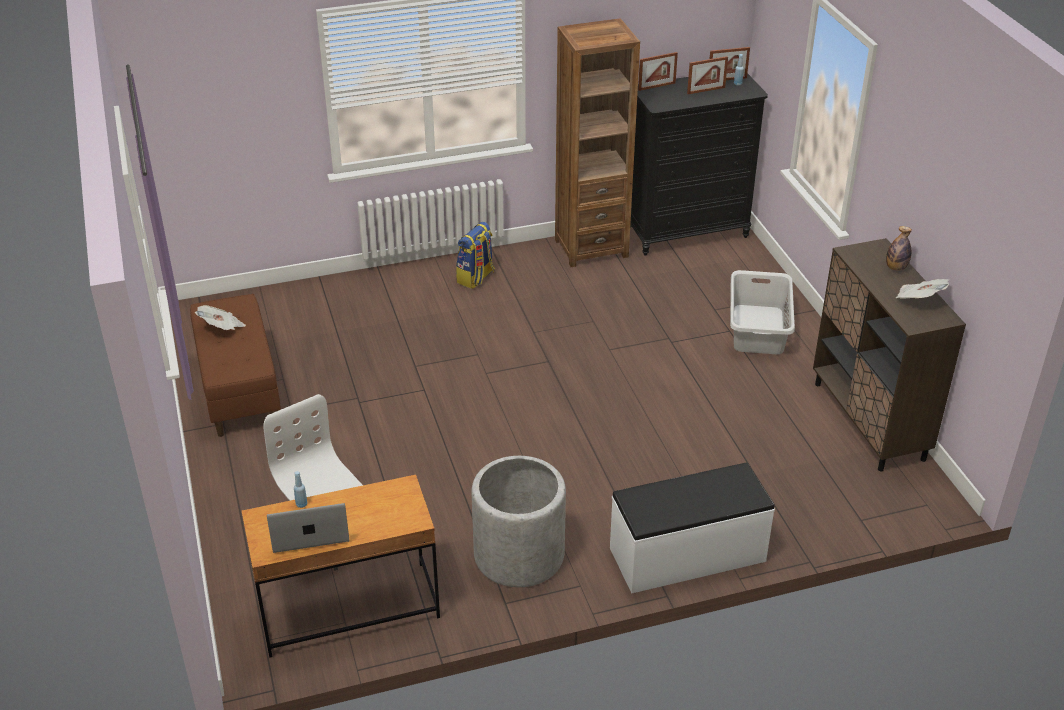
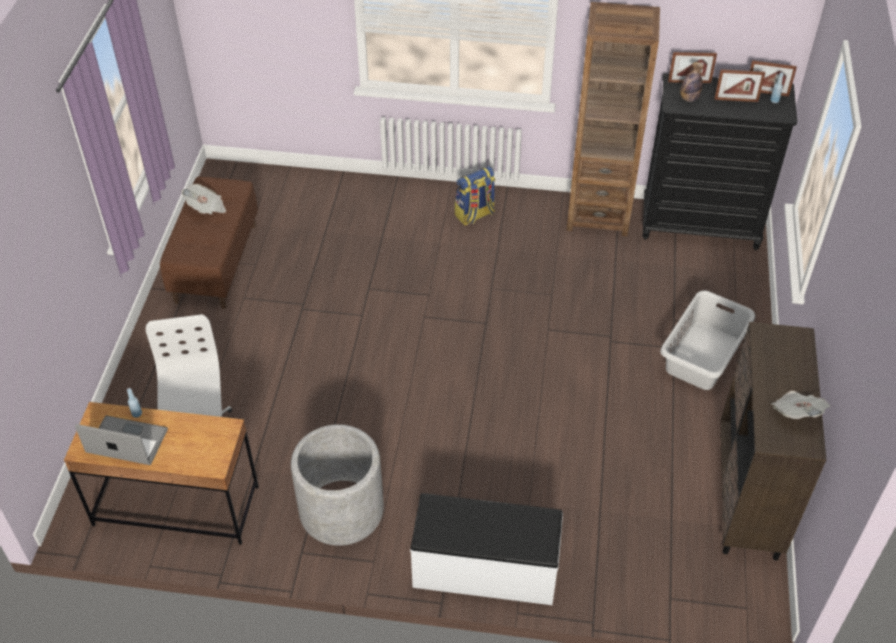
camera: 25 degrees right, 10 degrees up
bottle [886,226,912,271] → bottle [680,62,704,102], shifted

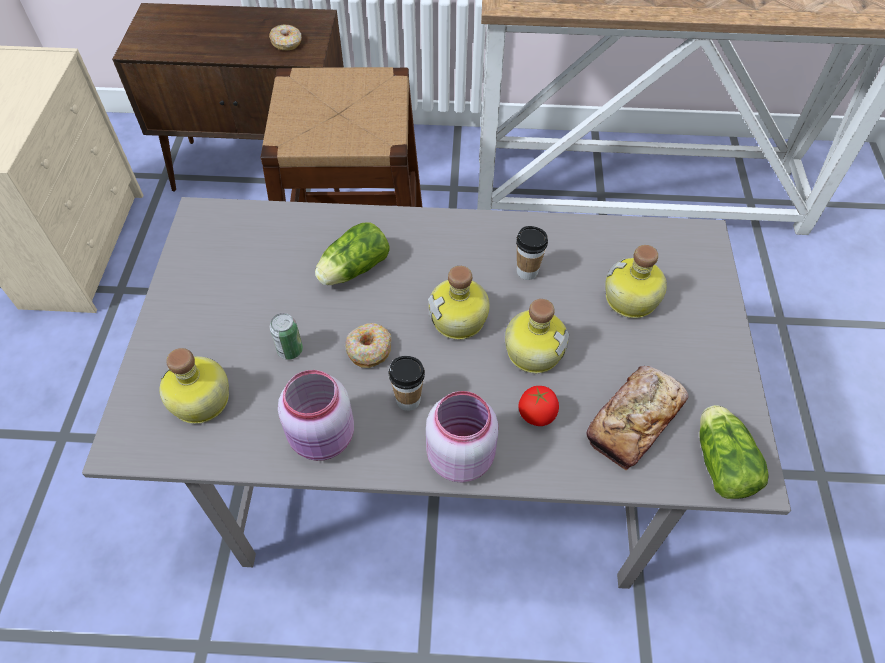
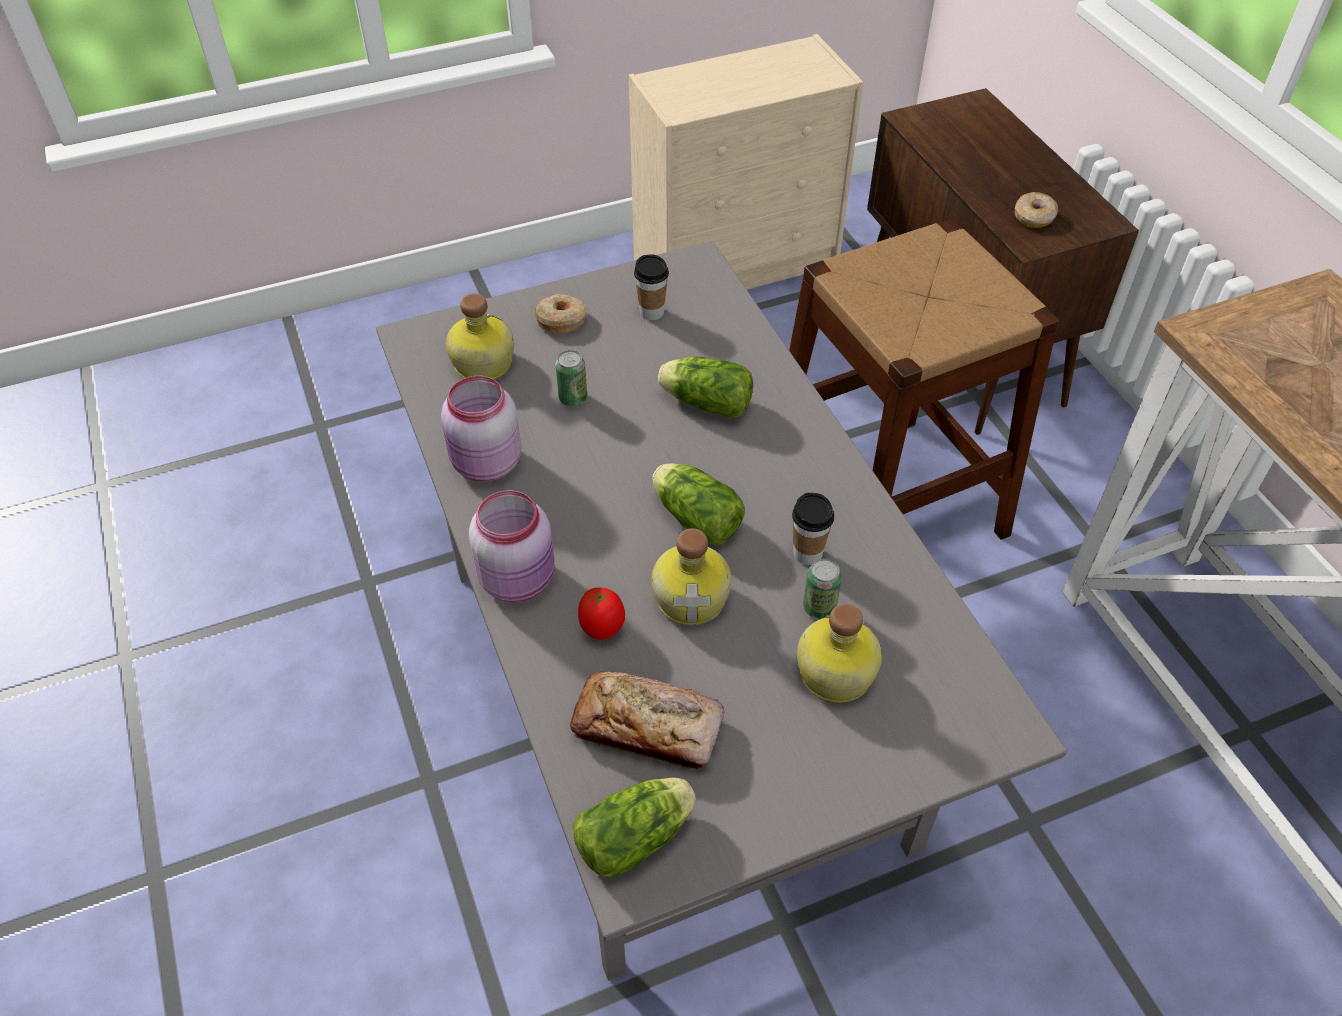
camera: 65 degrees right, 5 degrees down
donut [345,323,391,368] → donut [535,294,587,334], shifted
cup [389,356,425,411] → cup [634,254,669,320], shifted
bottle [428,266,490,340] → lettuce [652,463,745,545]
- → can [803,559,842,619]

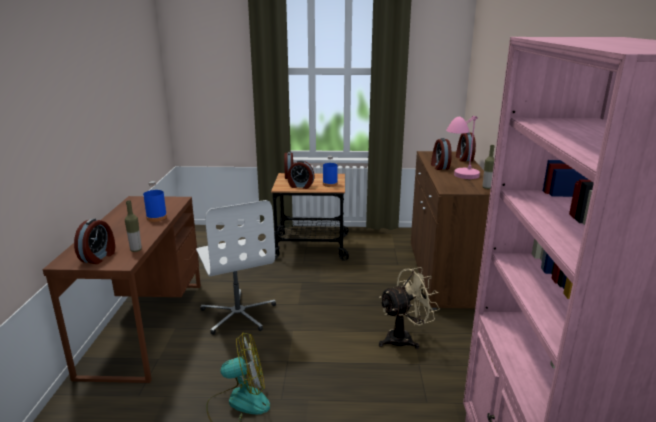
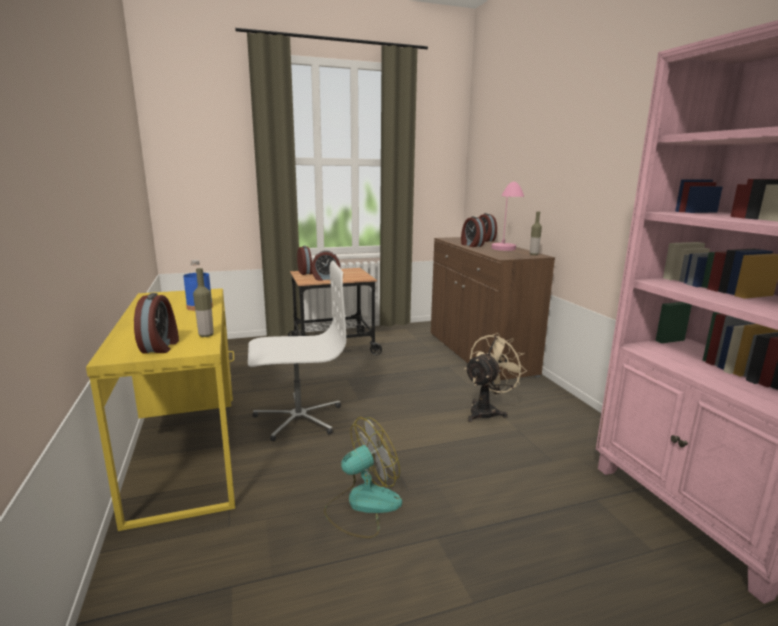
camera: 20 degrees left, 5 degrees down
brown desk [43,196,201,383] → yellow desk [86,288,235,531]
white office chair [196,200,276,335] → white office chair [248,261,346,442], 60 degrees counterclockwise
blue bottle [323,156,338,187] → -

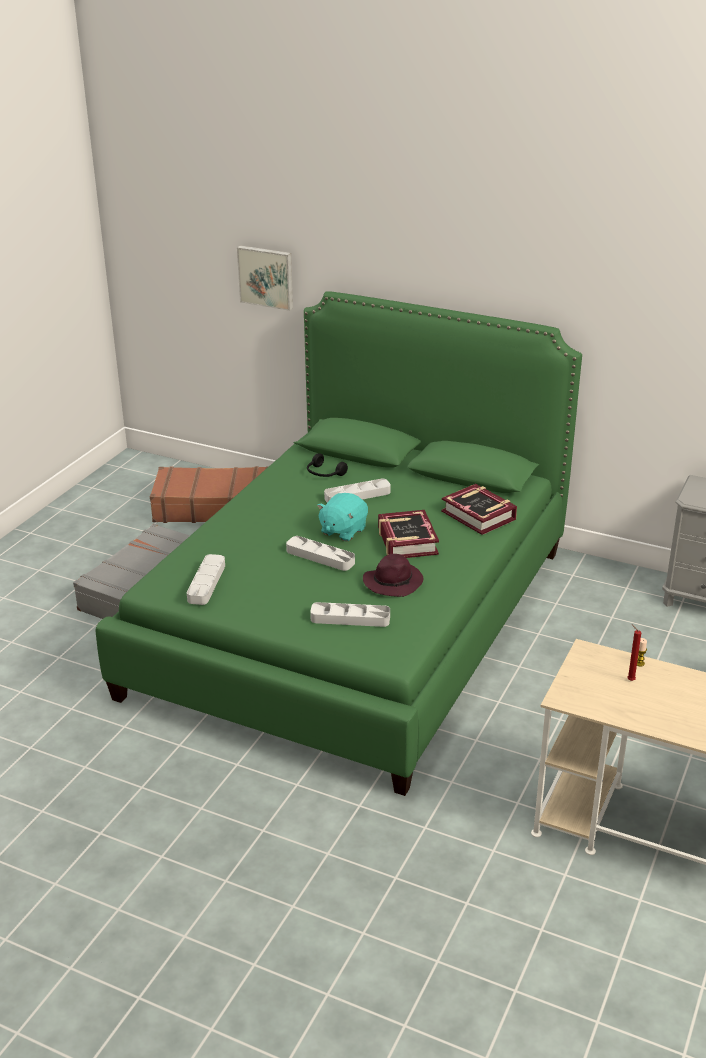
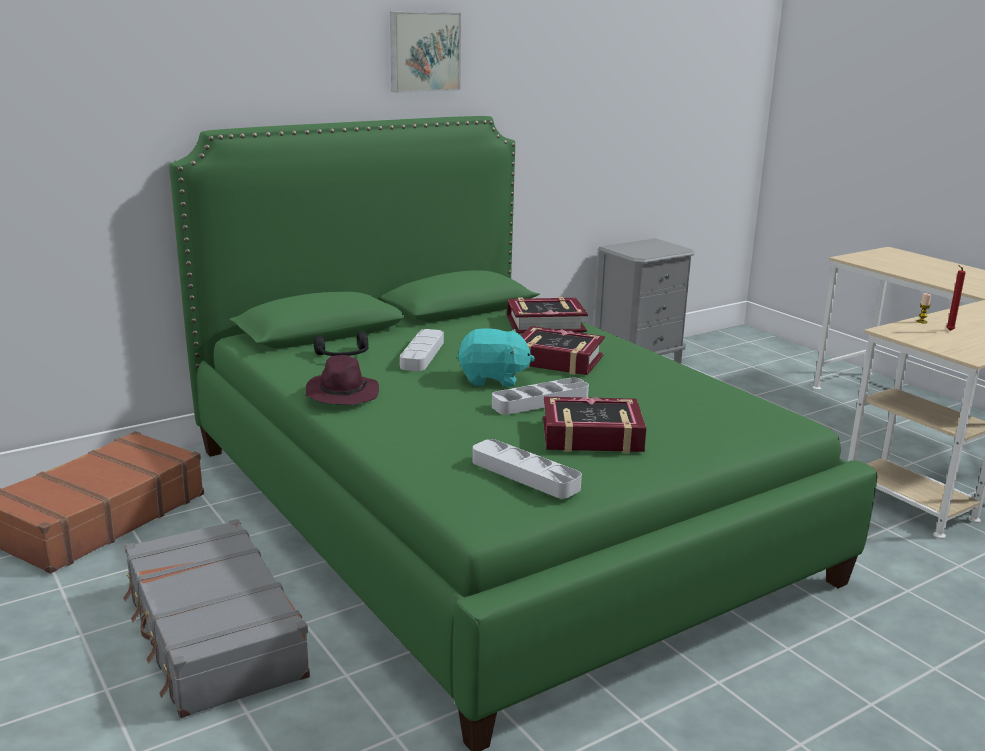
camera: 60 degrees left, 10 degrees down
picture [237,245,293,311] → picture [390,12,461,93], shifted
grey tray [310,602,390,627] → -
turquoise plush toy [317,493,368,541] → turquoise plush toy [457,328,535,387], 60 degrees counterclockwise
purple hat [363,554,423,597] → purple hat [306,355,379,405], shifted
- → book [543,397,647,453]

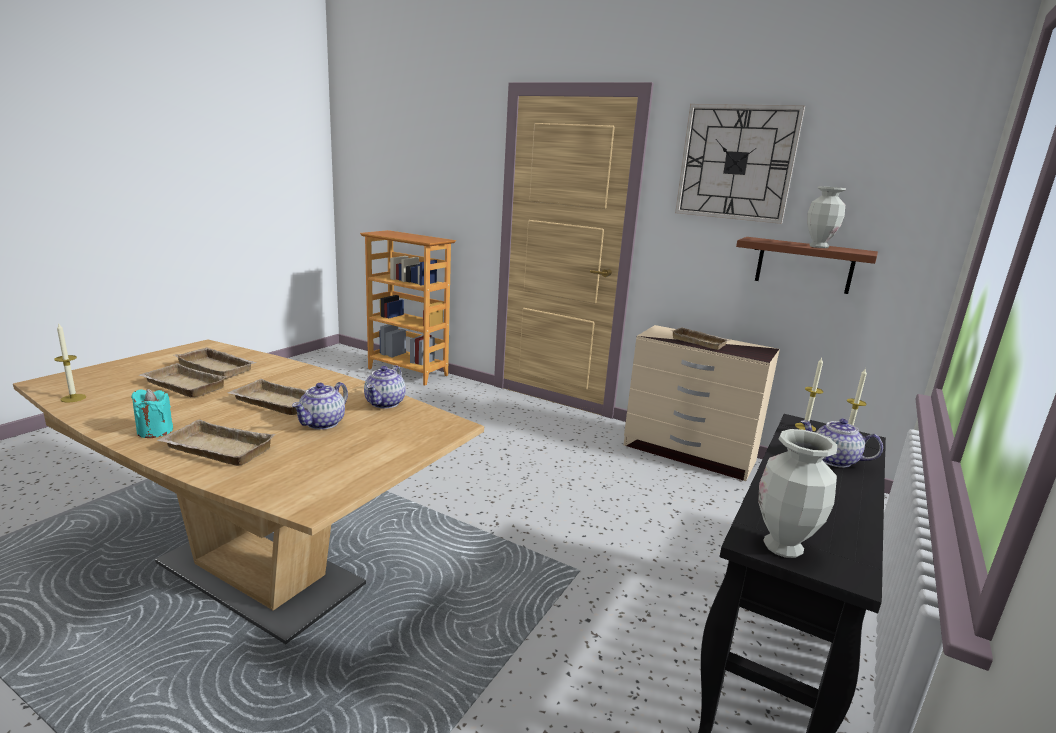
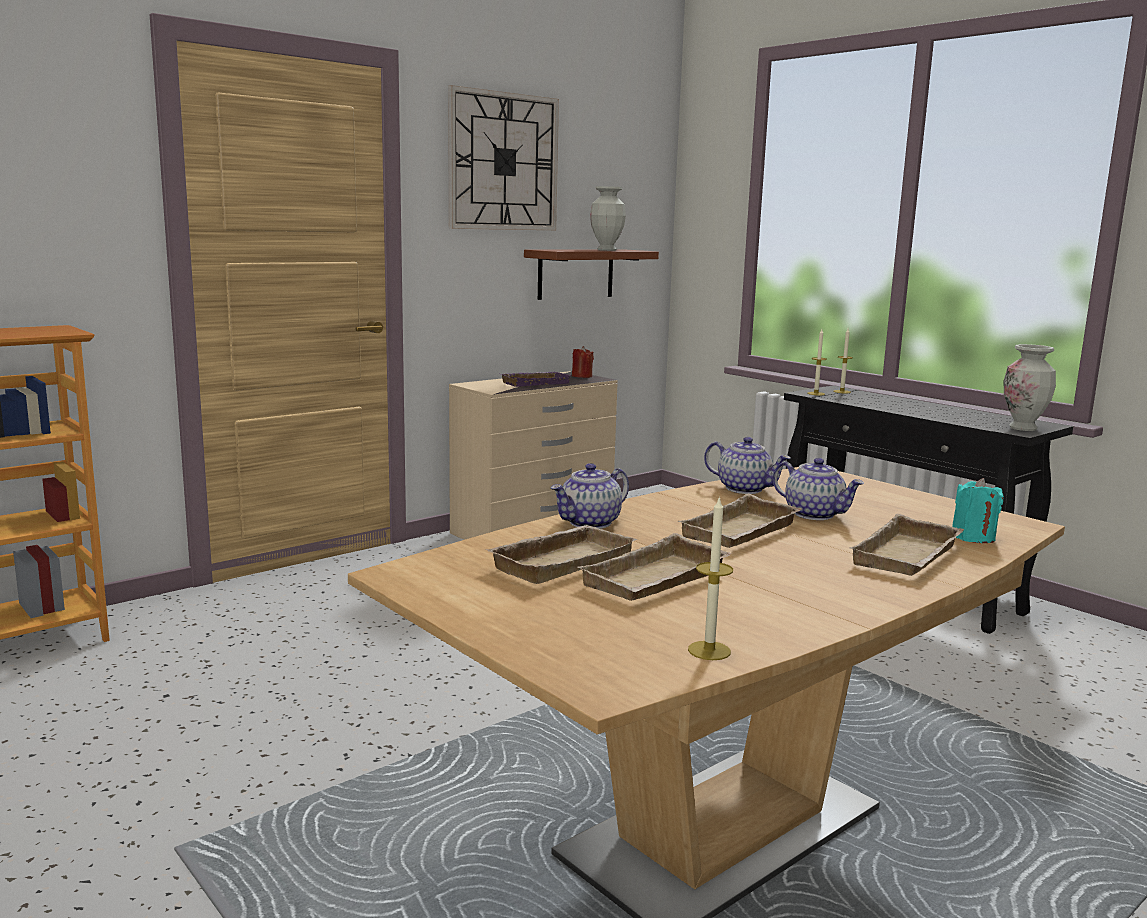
camera: 70 degrees left, 5 degrees down
turquoise candle [131,389,173,438] → turquoise candle [952,478,1004,543], shifted
beige tray [672,327,730,350] → purple tray [501,372,572,387]
teapot [800,419,883,468] → teapot [551,463,629,529], shifted
- → red candle [572,346,594,378]

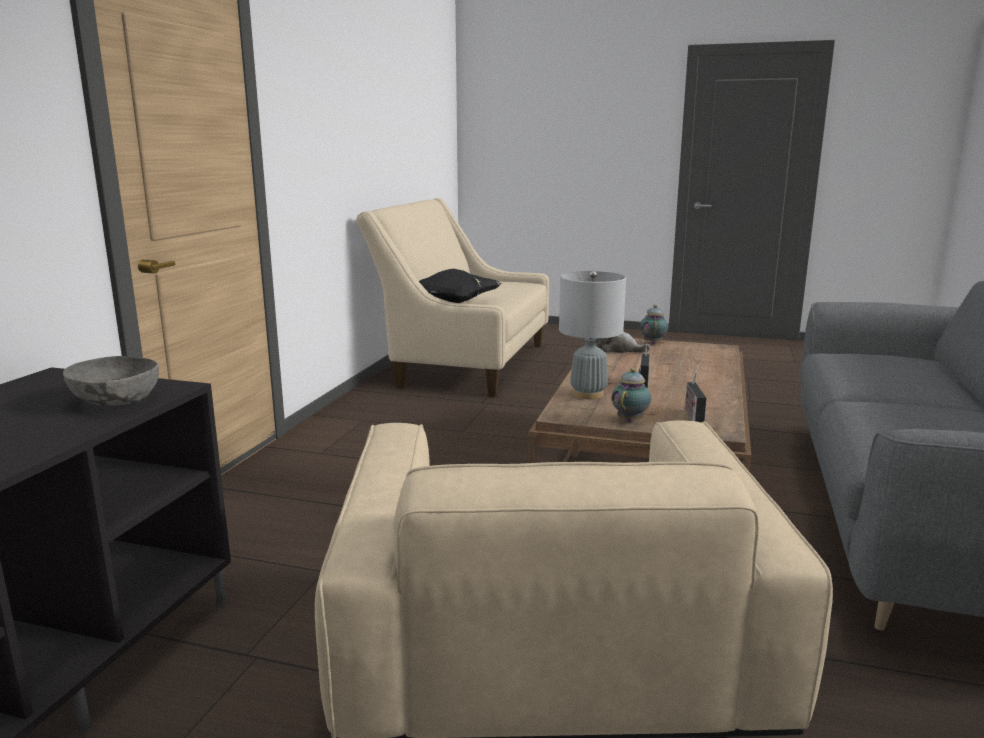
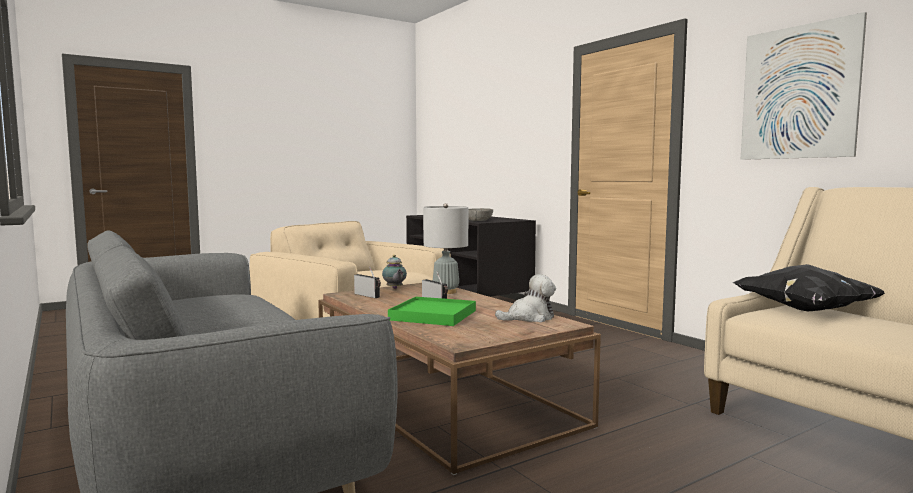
camera: 130 degrees right, 10 degrees down
teapot [640,305,668,344] → -
- → green tray [388,297,476,326]
- → picture [741,12,867,160]

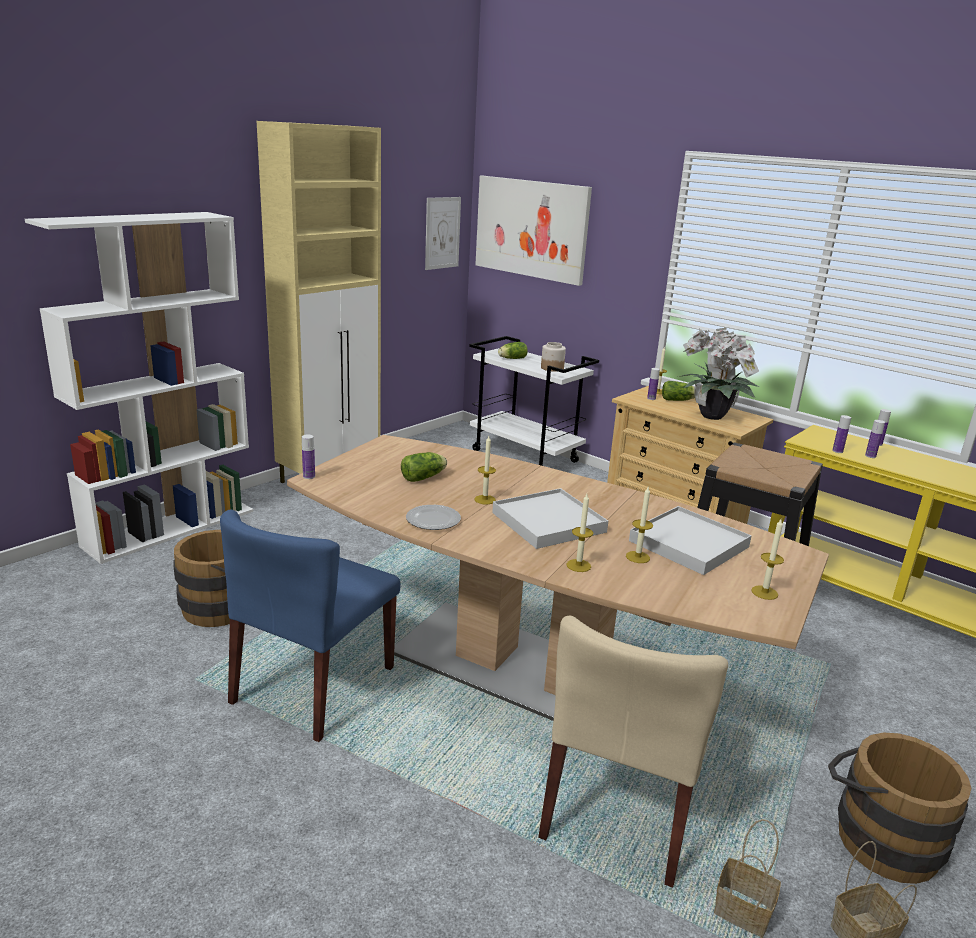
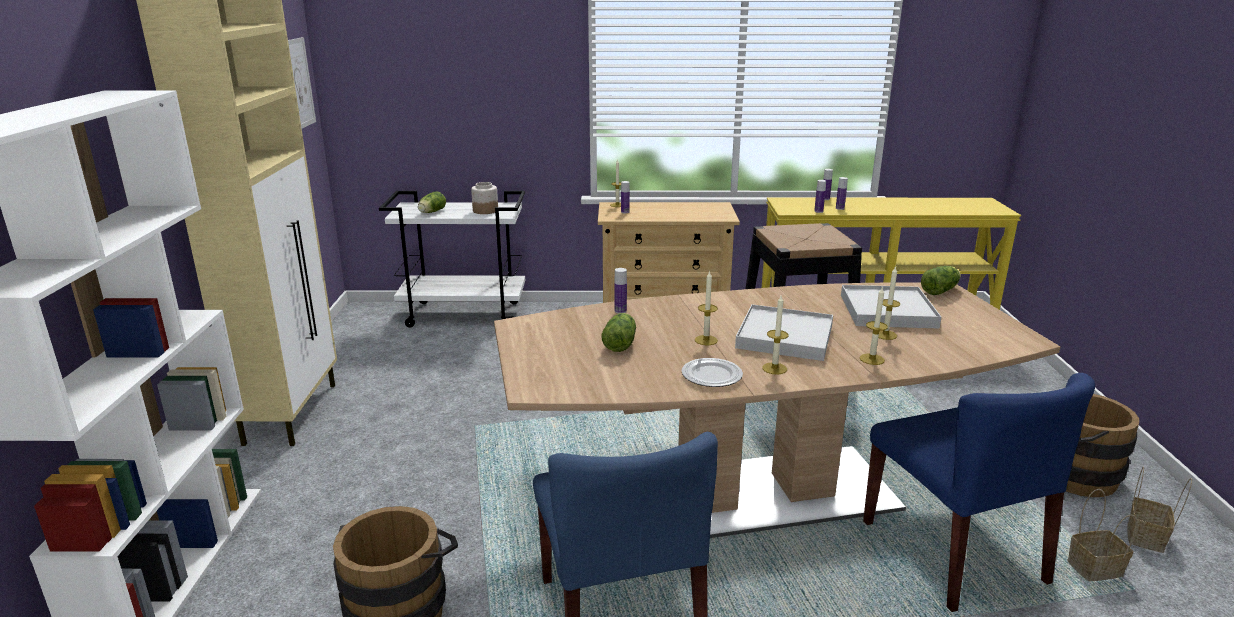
camera: 40 degrees left, 0 degrees up
bottle [302,434,315,479] → bottle [614,268,627,314], shifted
picture [475,176,592,286] → -
beige chair [538,615,728,888] → blue chair [863,373,1095,612]
lettuce [662,381,695,401] → lettuce [921,266,961,295], shifted
potted plant [679,328,759,420] → -
candle [751,519,784,600] → candle [762,295,789,375], shifted

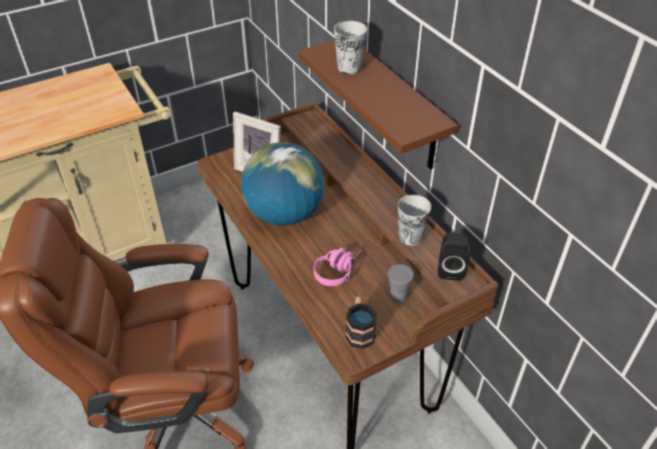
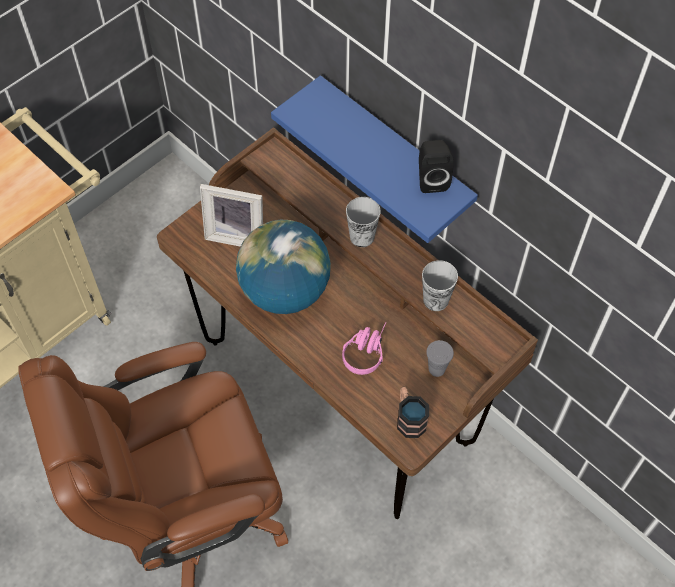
camera: 15 degrees left, 15 degrees up
brown shelf [298,40,458,169] → blue shelf [271,75,478,243]
cup [334,21,367,75] → cup [346,197,381,247], shifted
black speaker [438,232,471,281] → black speaker [419,140,454,193], shifted

